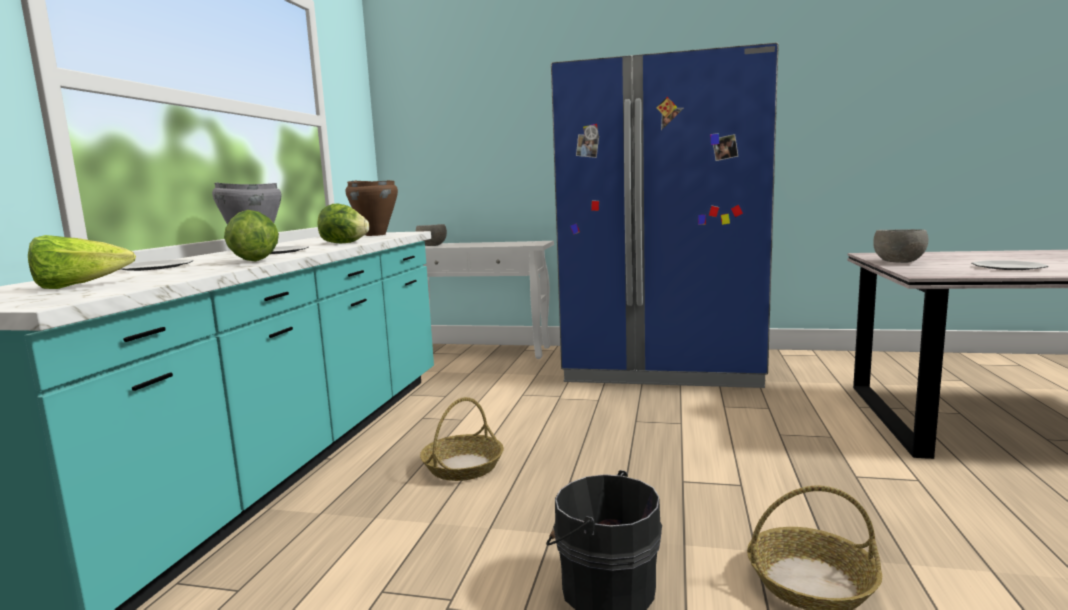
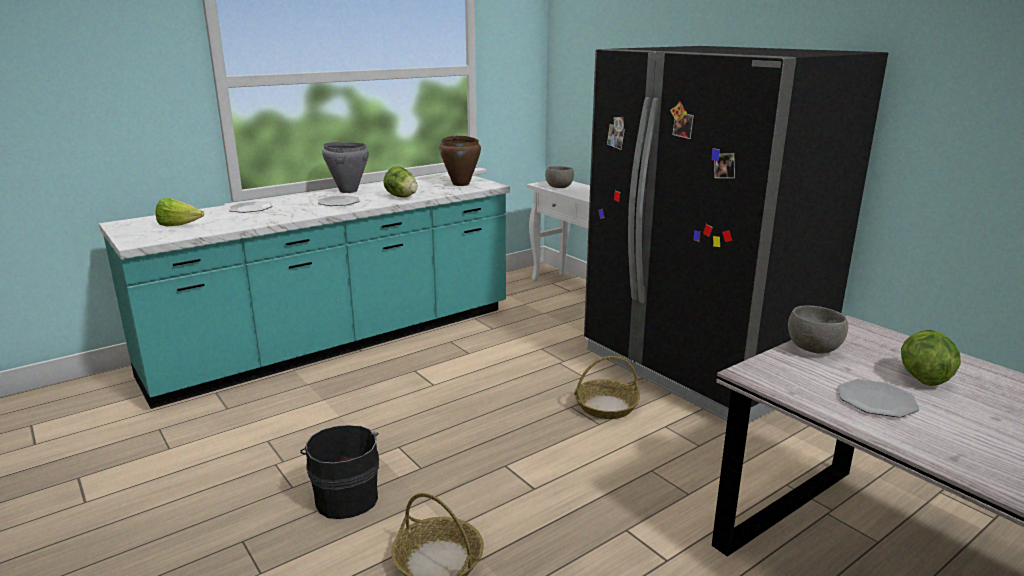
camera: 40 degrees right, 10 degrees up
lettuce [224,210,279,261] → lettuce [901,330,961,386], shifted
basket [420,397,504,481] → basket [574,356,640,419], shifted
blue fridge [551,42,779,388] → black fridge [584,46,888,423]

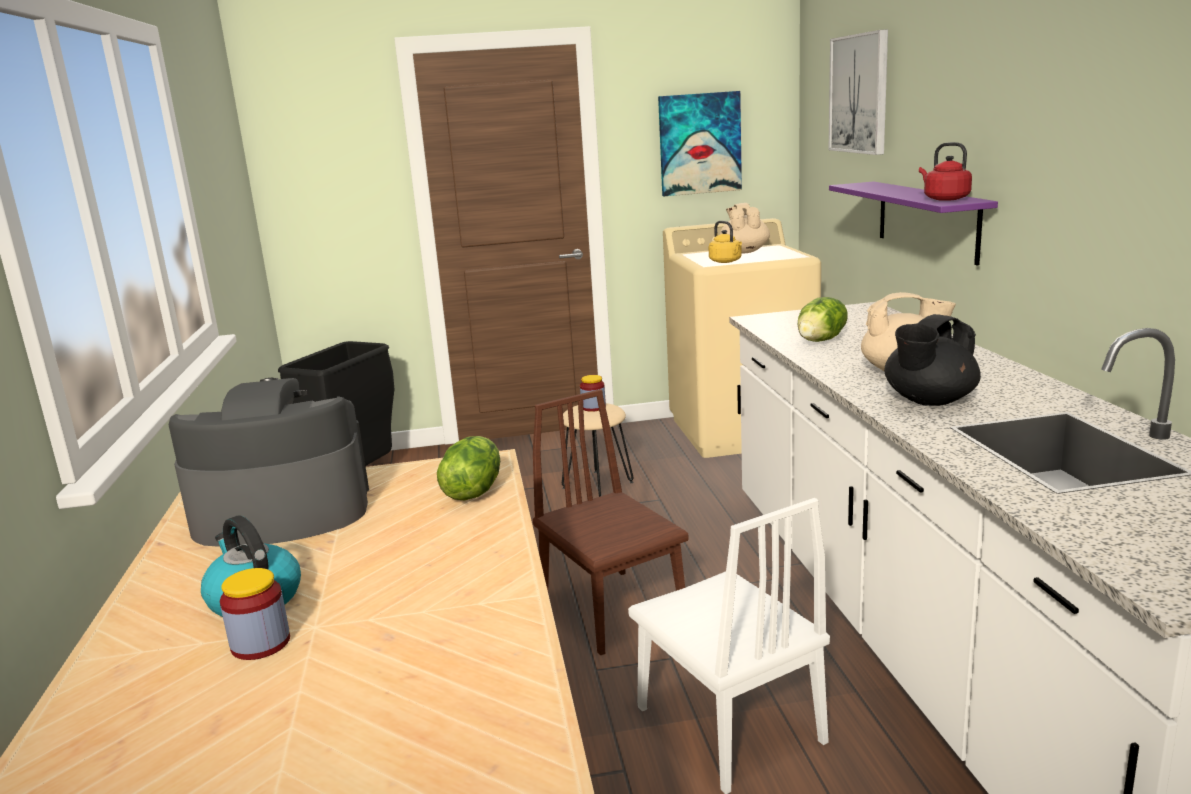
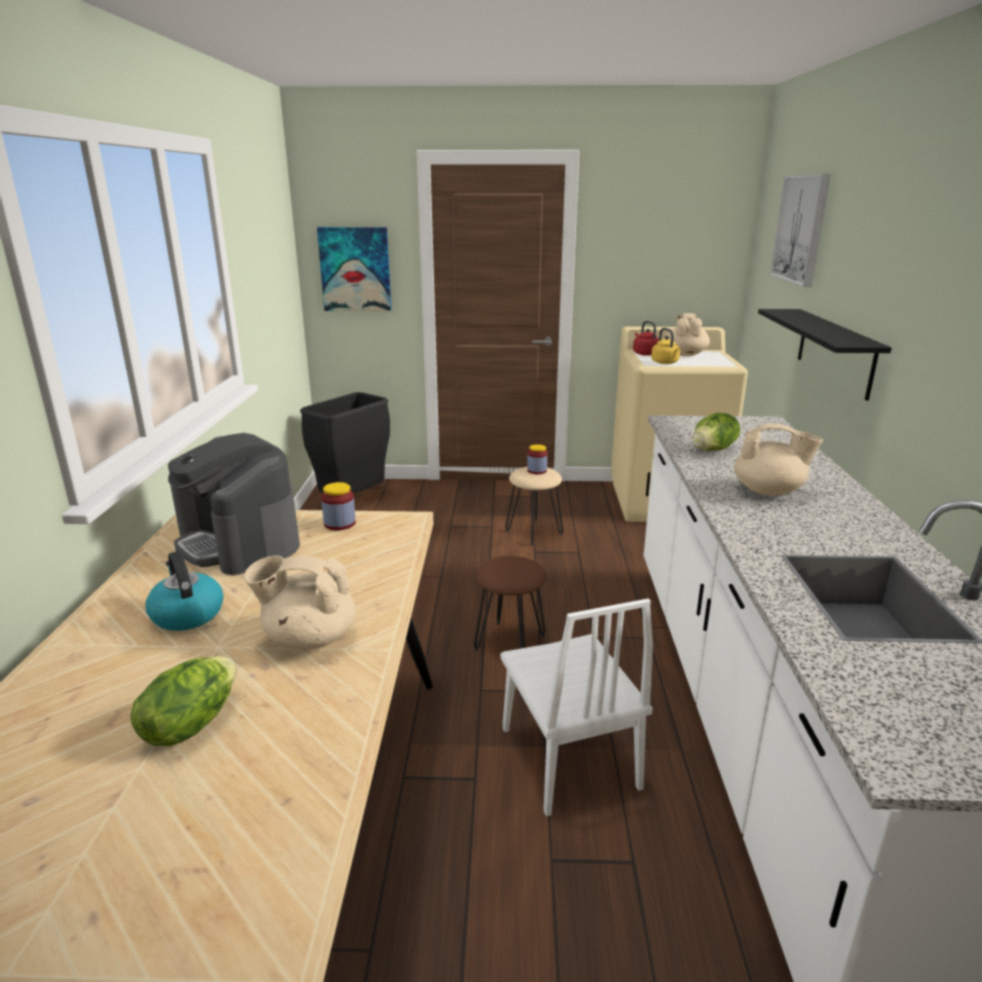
camera: 10 degrees right, 5 degrees up
coffee machine [169,378,369,547] → coffee machine [168,433,300,575], 135 degrees counterclockwise
jar [220,568,290,660] → jar [321,482,356,530], shifted
lettuce [437,436,500,501] → lettuce [130,656,237,746], shifted
brown chair [533,389,688,655] → brown stool [474,556,546,651]
picture [658,91,742,196] → picture [317,227,392,311], shifted
purple shelf [829,182,998,266] → black shelf [758,309,892,401]
black teapot [884,314,981,406] → -
red kettle [919,142,972,201] → red kettle [633,321,659,356], shifted
- → beige teapot [244,555,356,650]

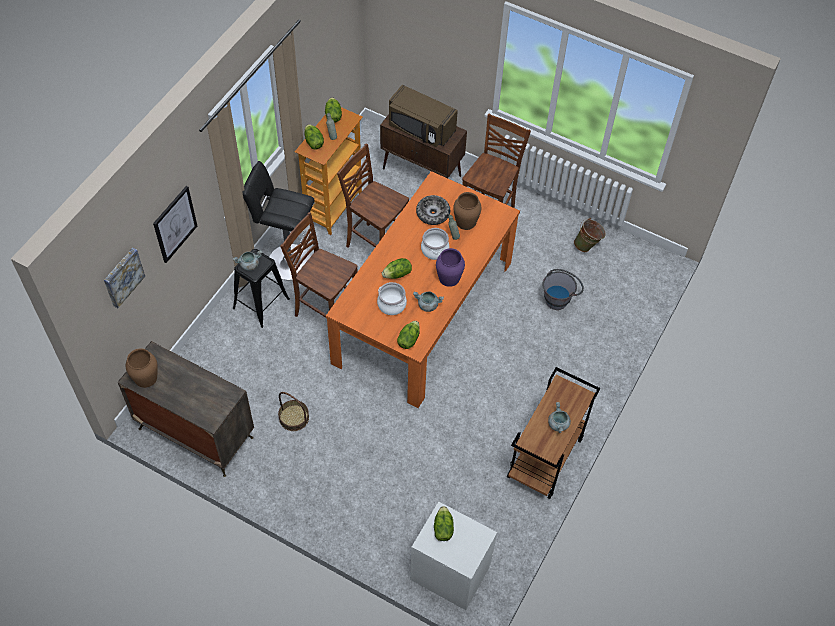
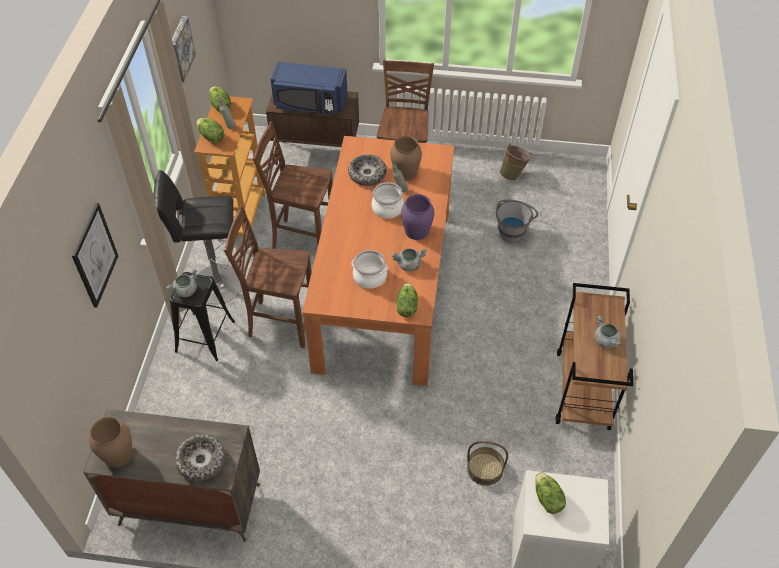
camera: 20 degrees left, 5 degrees down
picture [104,248,145,308] → picture [172,16,196,83], shifted
basket [278,392,309,431] → basket [467,441,508,486], shifted
lettuce [382,258,412,279] → -
brown microwave [389,85,458,147] → blue microwave [271,61,348,115]
- → bowl [175,435,225,481]

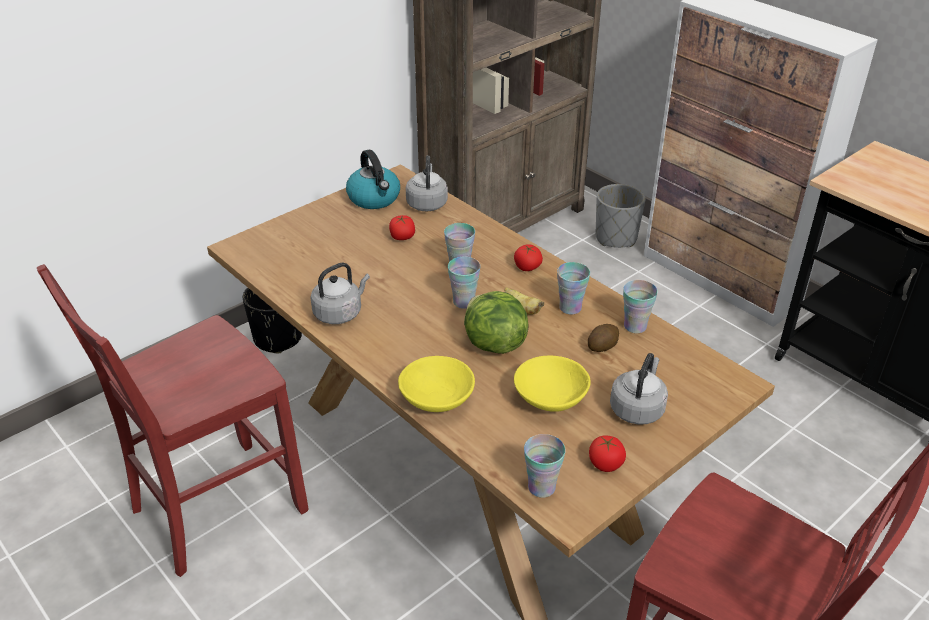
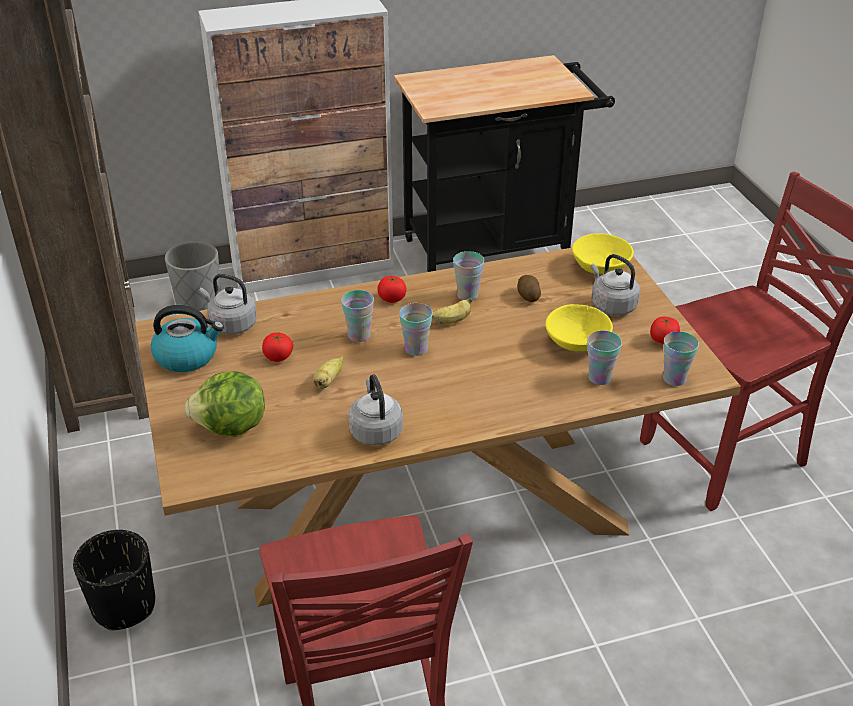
camera: 65 degrees left, 0 degrees up
yellow bowl [398,356,475,412] → yellow bowl [572,233,634,274], shifted
lettuce [464,291,529,354] → lettuce [185,371,265,437], shifted
cup [623,280,658,333] → cup [587,330,622,385], shifted
- → banana [313,356,344,389]

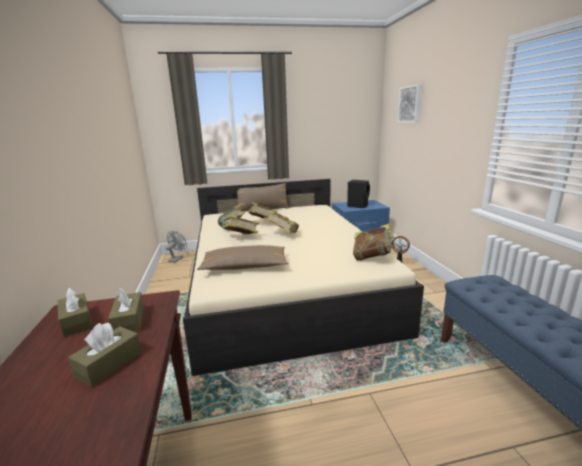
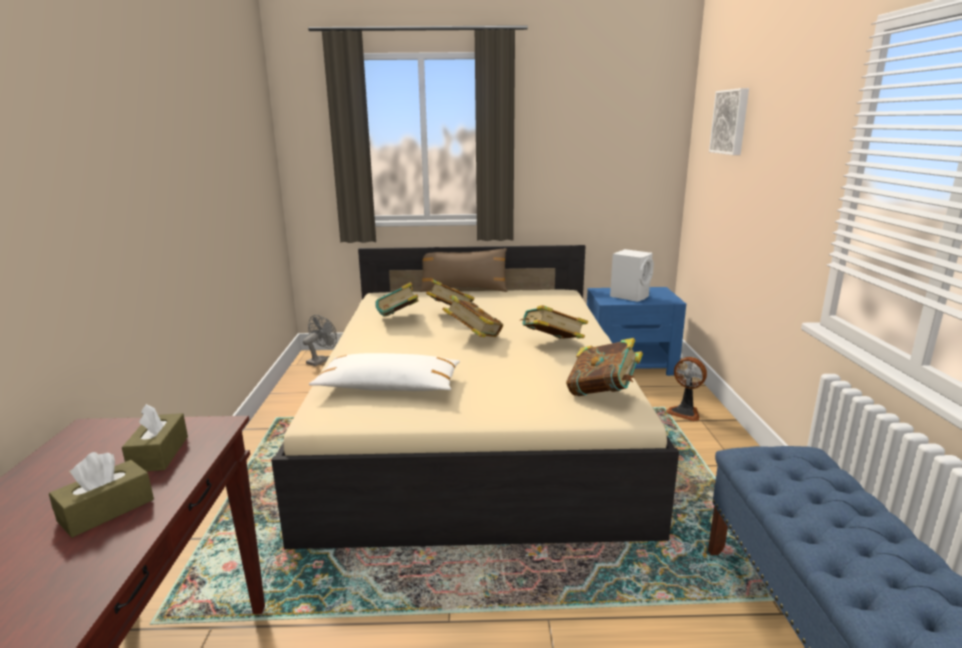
camera: 10 degrees right, 0 degrees up
brown tissue box [58,288,92,337] → -
brown pillow [197,245,288,270] → white pillow [309,353,460,391]
book [220,215,260,234] → book [520,305,588,339], shifted
black speaker [347,180,370,208] → white speaker [610,249,654,302]

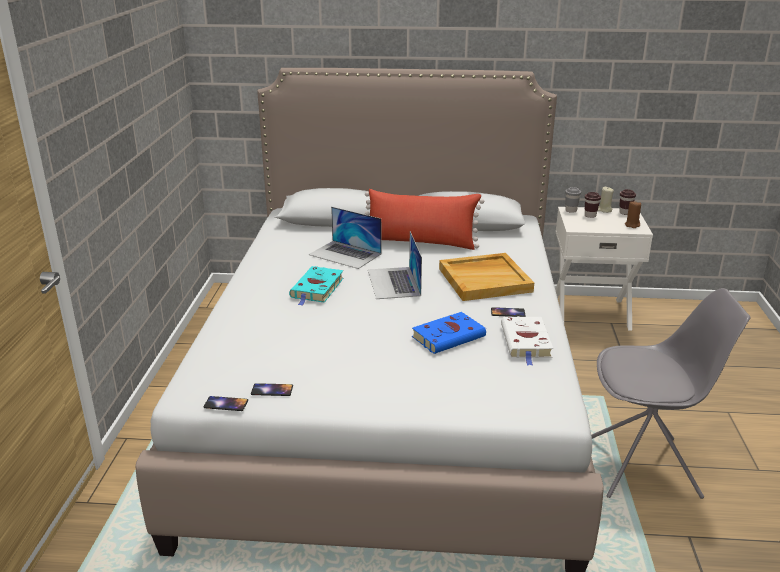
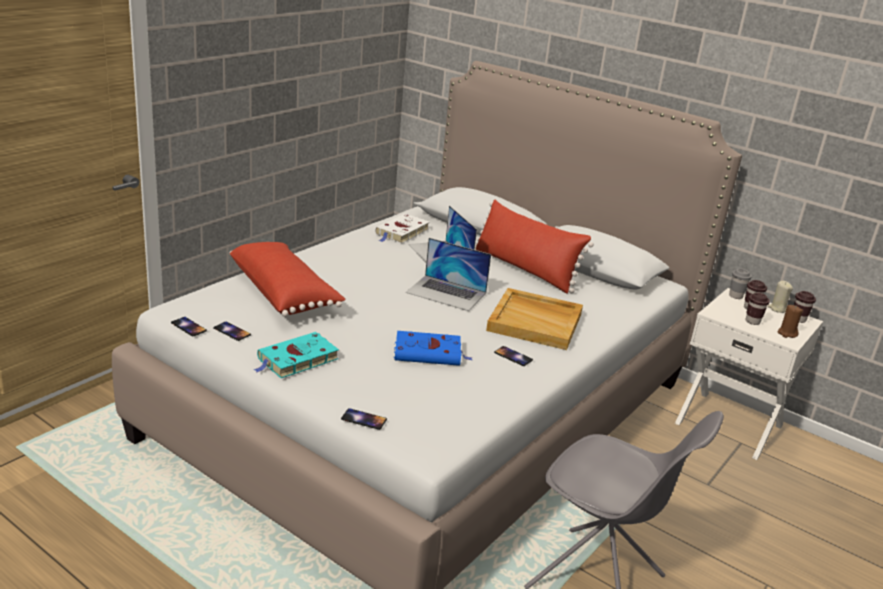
camera: 30 degrees right, 0 degrees up
turquoise book [289,266,344,306] → turquoise book [254,332,339,378], shifted
laptop [368,231,422,299] → laptop [406,238,491,311], 90 degrees counterclockwise
white book [501,316,553,366] → white book [375,214,430,243], shifted
- → red pillow [229,242,345,316]
- → phone [341,408,387,430]
- → brown cup [746,293,770,325]

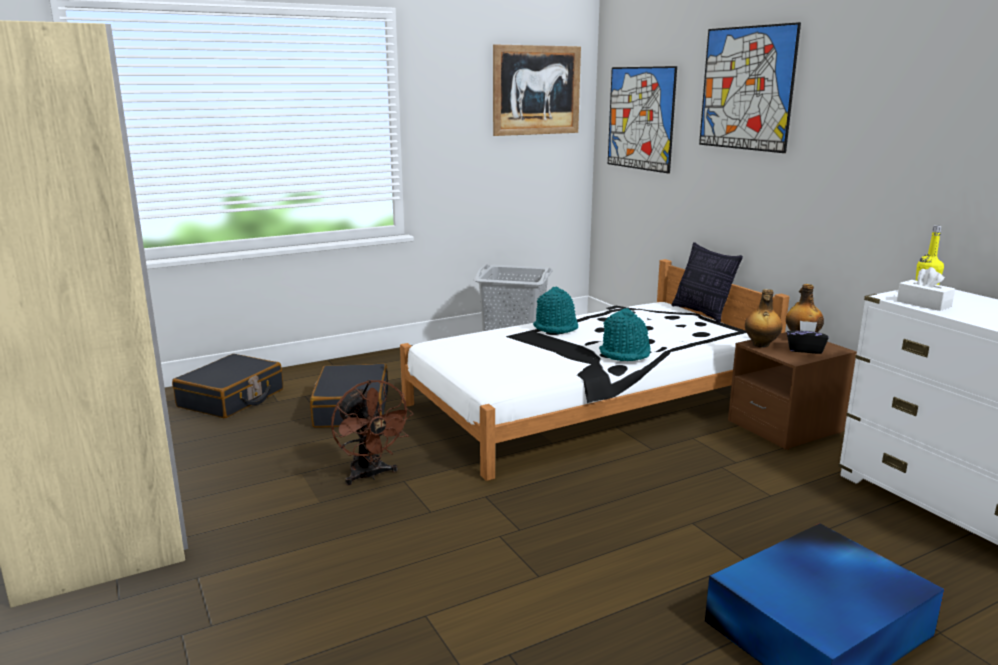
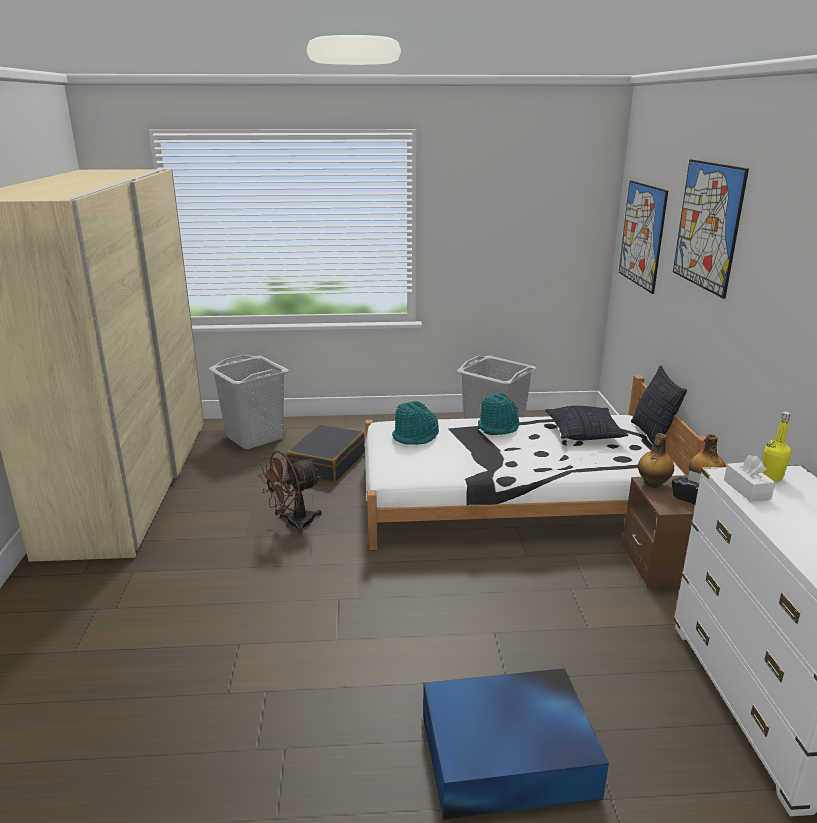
camera: 25 degrees right, 5 degrees up
black suitcase [172,354,283,418] → grey laundry basket [209,355,289,450]
brown fan [331,380,414,485] → brown fan [258,451,322,535], 60 degrees clockwise
picture [493,45,581,136] → -
turquoise hat [599,308,651,361] → turquoise hat [392,401,439,445], shifted
- → pillow [545,406,628,440]

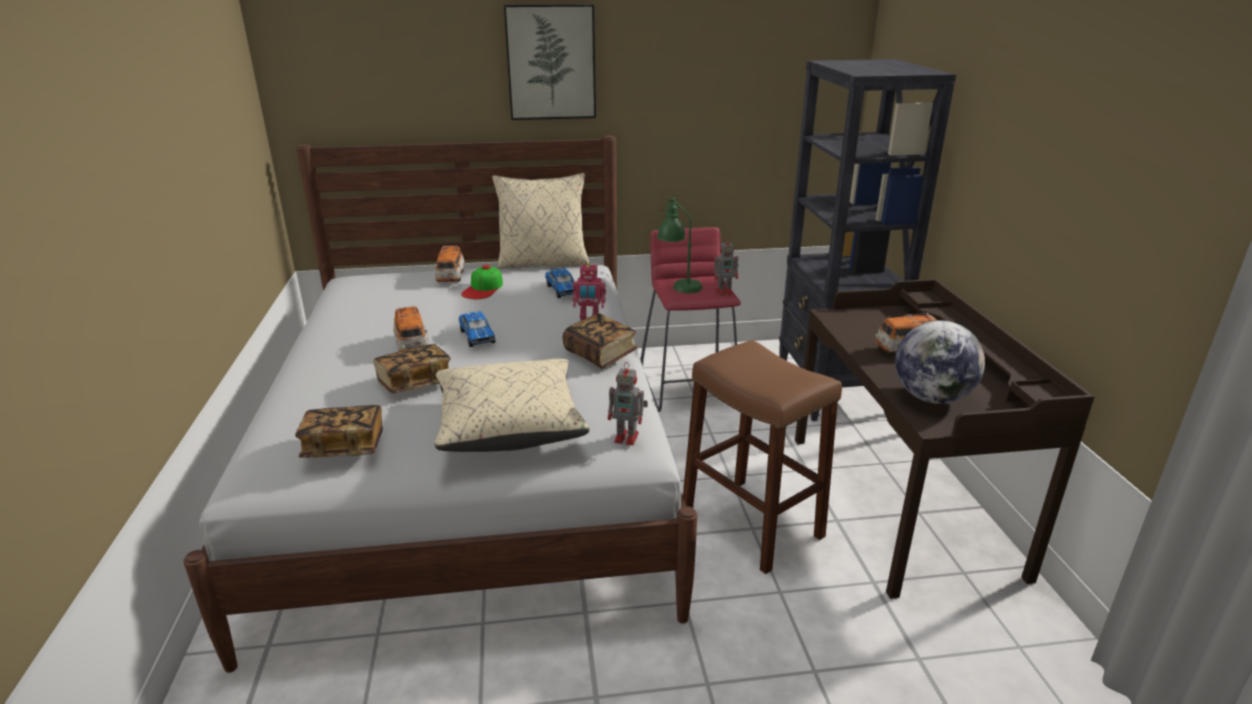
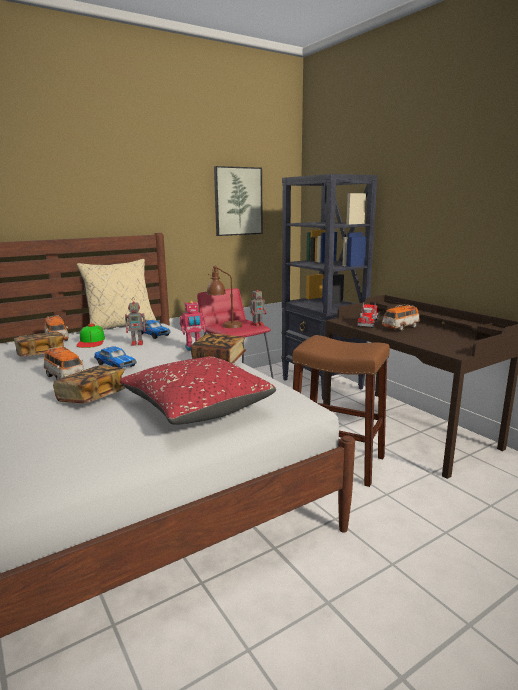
camera: 25 degrees left, 10 degrees down
book [295,405,383,458] → book [14,332,64,357], shifted
beige pillow [435,359,589,452] → red pillow [119,356,276,425]
picture [504,4,596,120] → picture [214,166,263,236], shifted
toy robot [608,362,648,445] → toy robot [125,297,147,346], shifted
green table lamp [657,197,702,293] → brown table lamp [206,266,242,328]
globe [895,321,985,404] → -
- → toy truck [358,302,379,328]

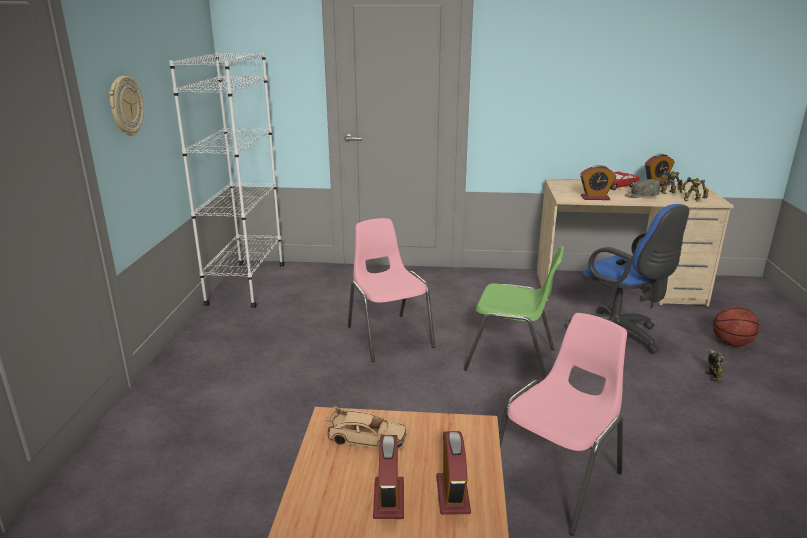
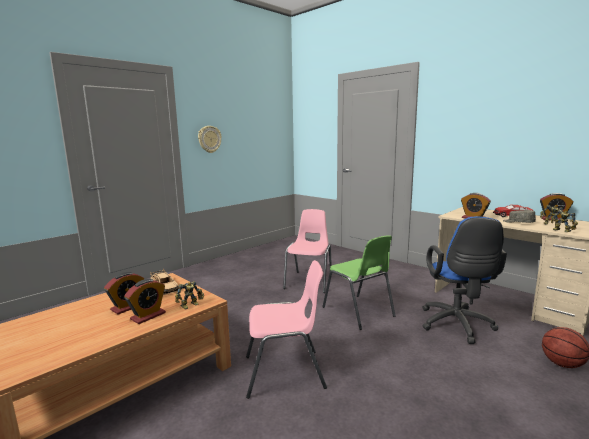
camera: 40 degrees right, 10 degrees down
white bookcase [169,52,284,308] → -
toy robot [705,350,724,382] → toy robot [175,281,204,310], shifted

